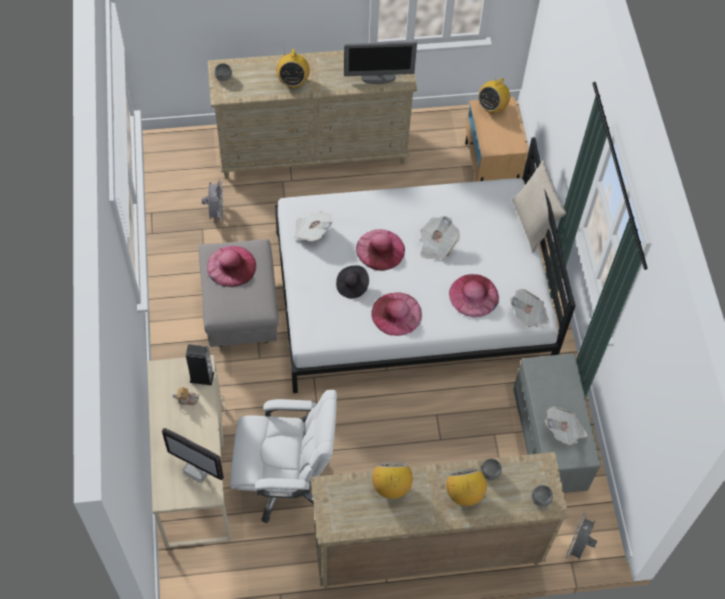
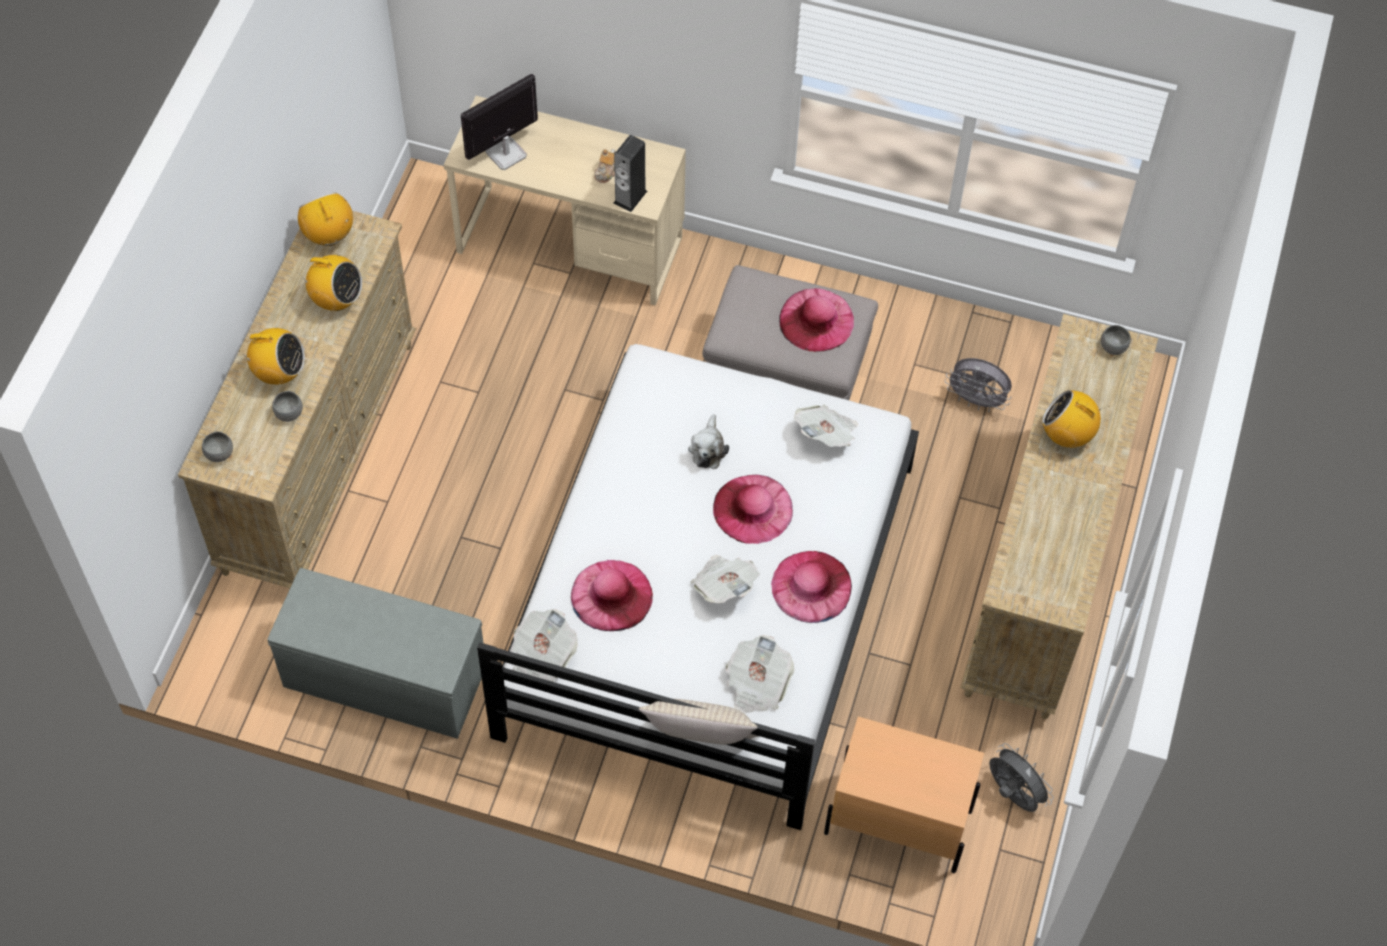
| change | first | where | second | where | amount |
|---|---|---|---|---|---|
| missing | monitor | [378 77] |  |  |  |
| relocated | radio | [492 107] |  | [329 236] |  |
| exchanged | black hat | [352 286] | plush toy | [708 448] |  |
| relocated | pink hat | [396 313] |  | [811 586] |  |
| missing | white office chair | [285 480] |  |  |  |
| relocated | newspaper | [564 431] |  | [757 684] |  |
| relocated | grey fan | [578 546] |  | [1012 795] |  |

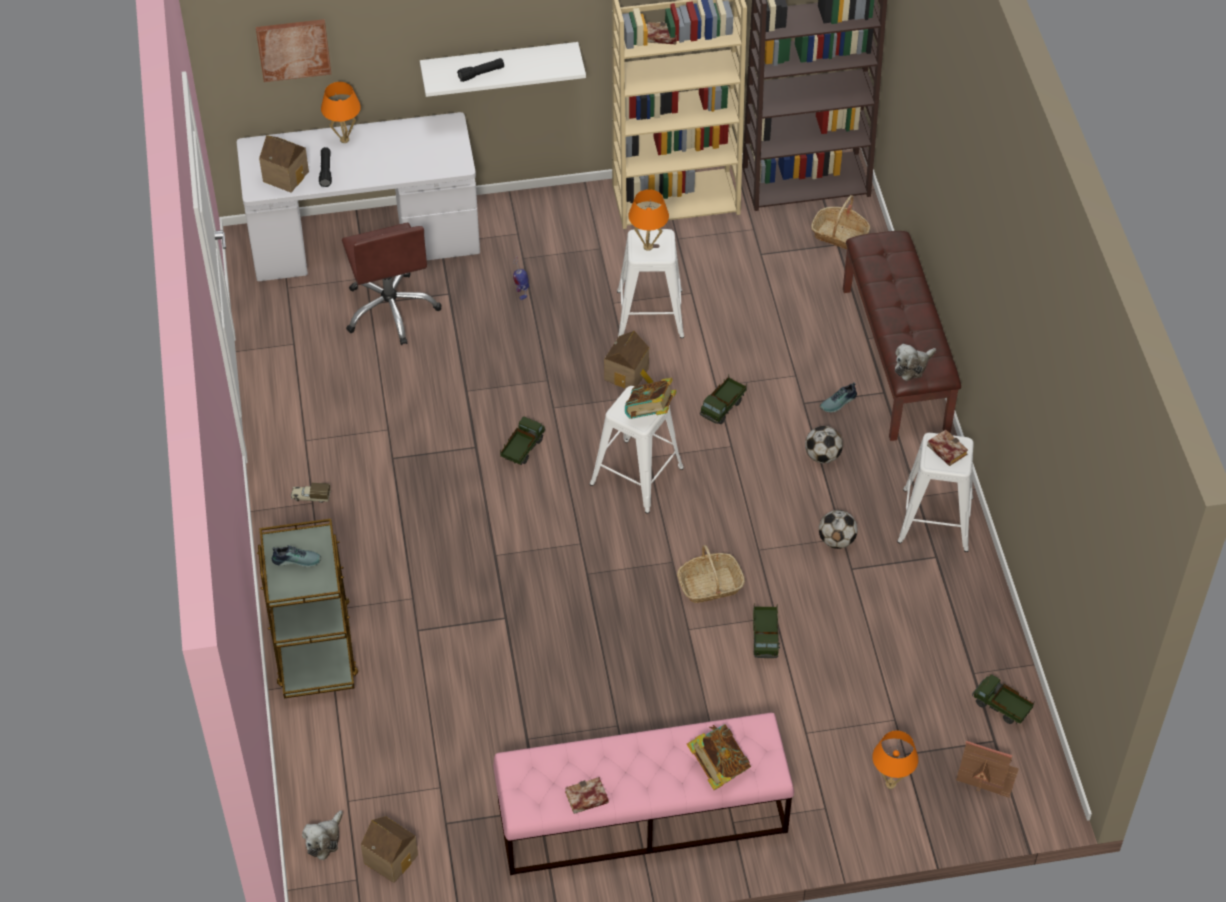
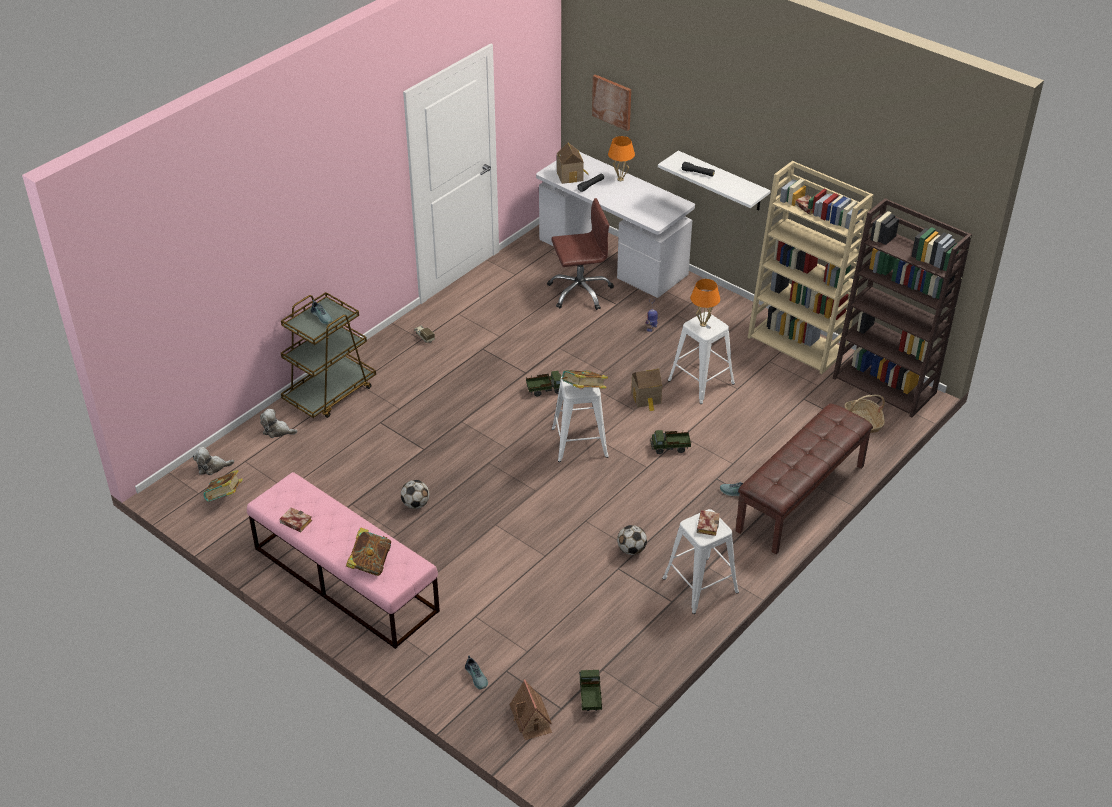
| change | first | where | second | where | amount |
|---|---|---|---|---|---|
| spun | brown office chair | [391 309] |  | [580 291] | 135 degrees counterclockwise |
| relocated | plush toy | [912 366] |  | [277 431] |  |
| relocated | football | [822 456] |  | [415 504] |  |
| missing | basket | [710 585] |  |  |  |
| missing | toy truck | [765 638] |  |  |  |
| exchanged | orange table lamp | [890 784] | shoe | [477 676] |  |
| exchanged | toy house | [392 856] | book | [225 497] |  |

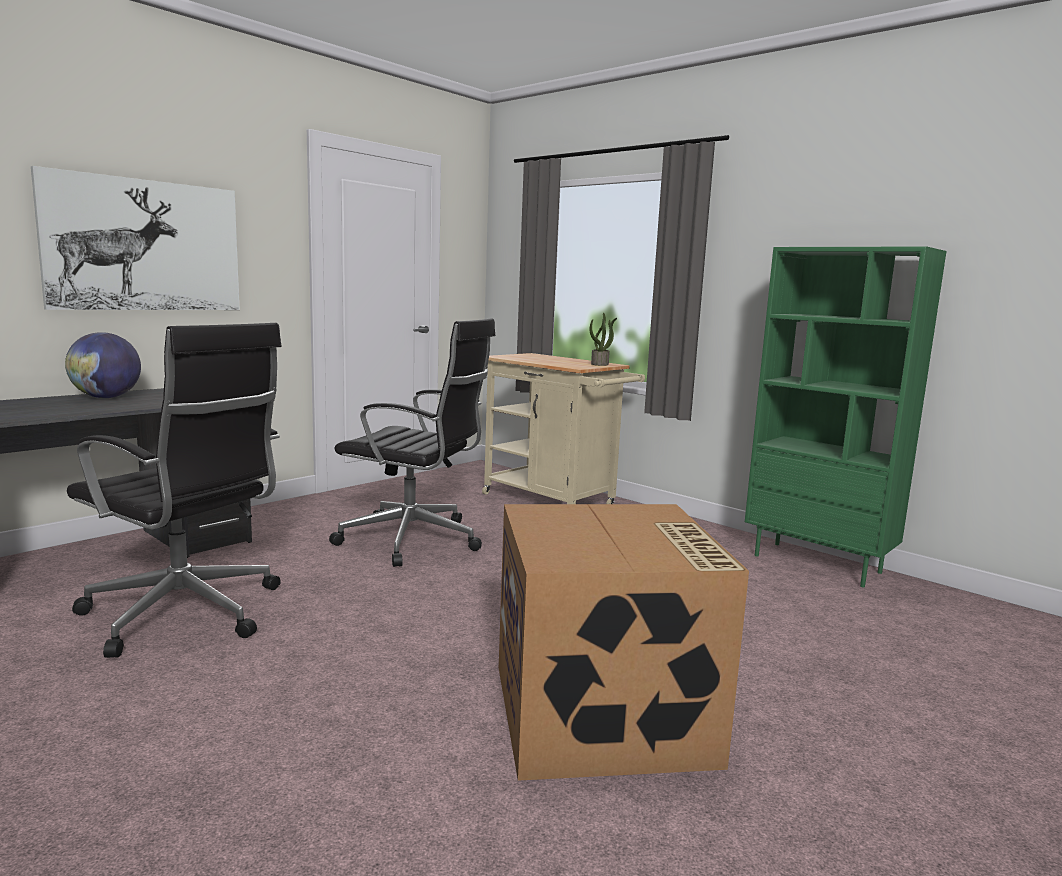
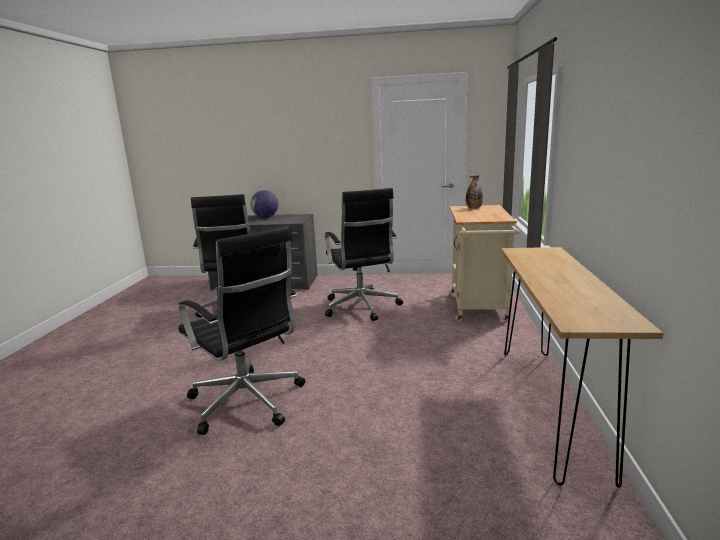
| change | first | where | second | where | amount |
|---|---|---|---|---|---|
| missing | picture | [144 245] |  |  |  |
| exchanged | green bookcase | [818 564] | brown console table | [550 405] |  |
| missing | potted plant | [600 364] |  |  |  |
| exchanged | cardboard box | [604 714] | black office chair | [248 403] |  |
| appeared |  |  | bottle | [474 208] |  |

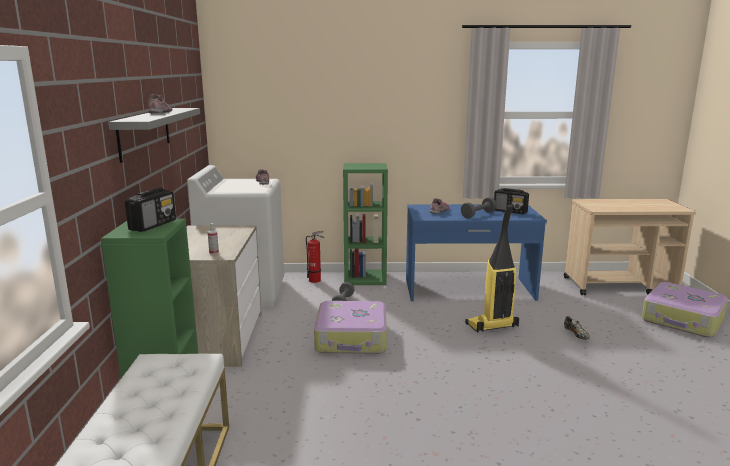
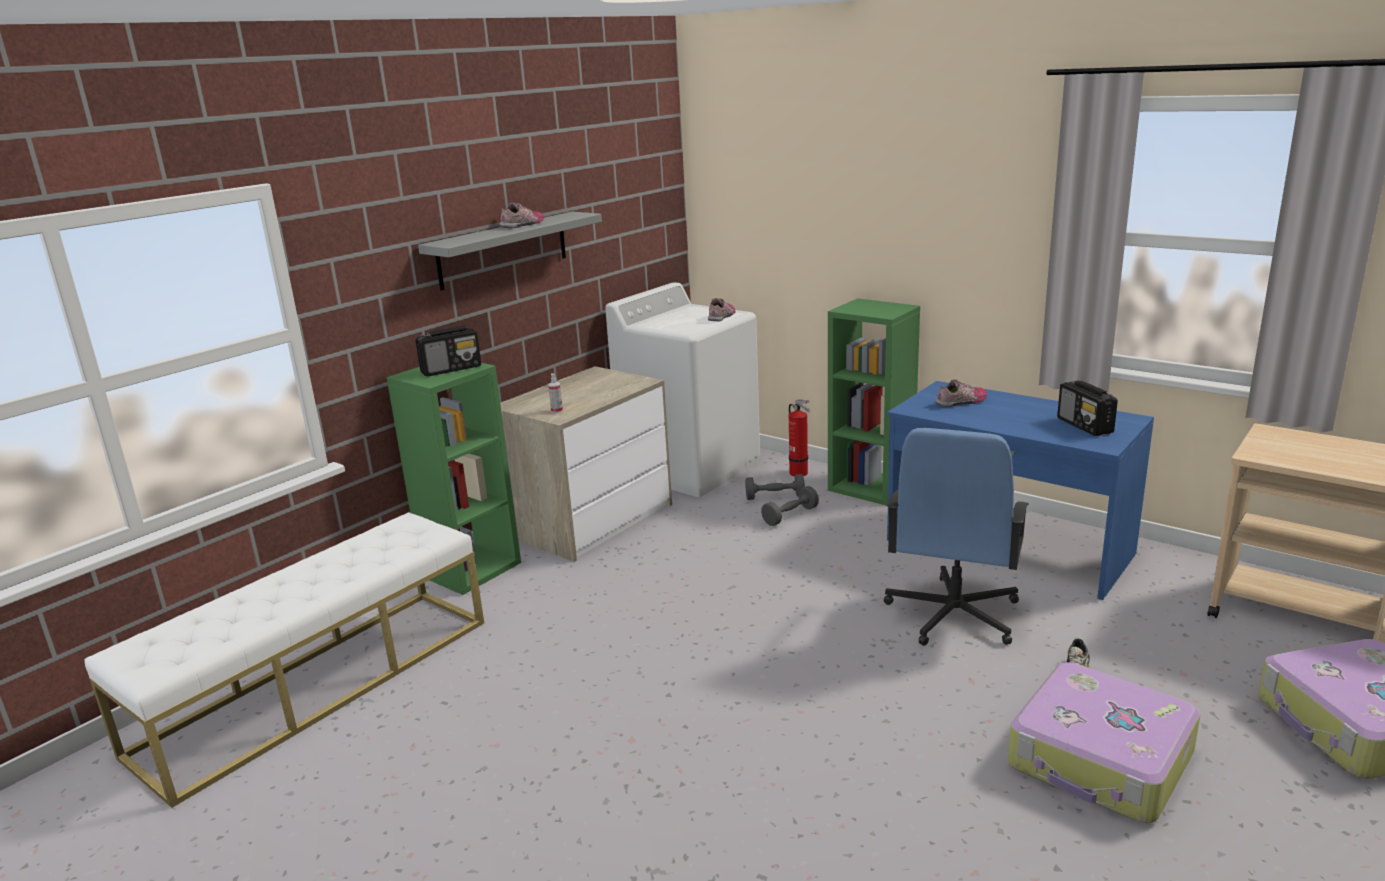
| change | first | where | second | where | amount |
|---|---|---|---|---|---|
| relocated | grey dumbbell | [478 214] |  | [775 497] |  |
| exchanged | vacuum cleaner | [492 326] | blue office chair | [952 615] |  |
| relocated | suitcase | [352 338] |  | [1101 761] |  |

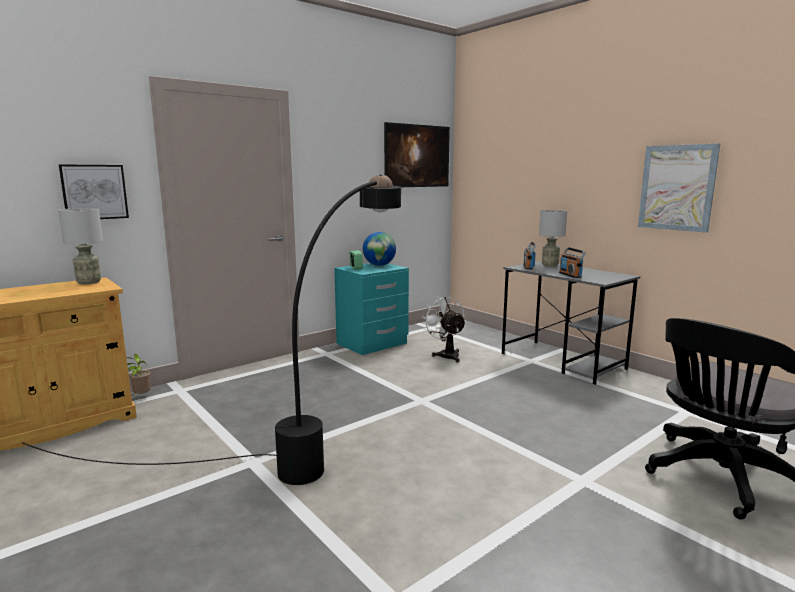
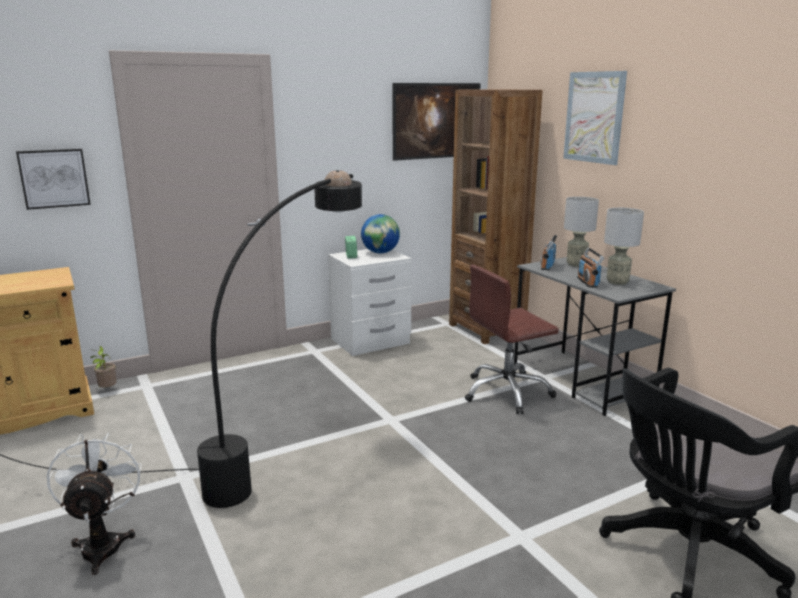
| change | first | where | second | where | amount |
|---|---|---|---|---|---|
| relocated | picture | [677 188] |  | [594 117] |  |
| relocated | grey table lamp | [88 282] |  | [616 282] |  |
| colour | turquoise nightstand | [372 344] | white nightstand | [370 342] |  |
| relocated | white fan | [446 354] |  | [103 543] |  |
| appeared |  |  | brown bookcase | [487 329] |  |
| appeared |  |  | brown office chair | [507 392] |  |

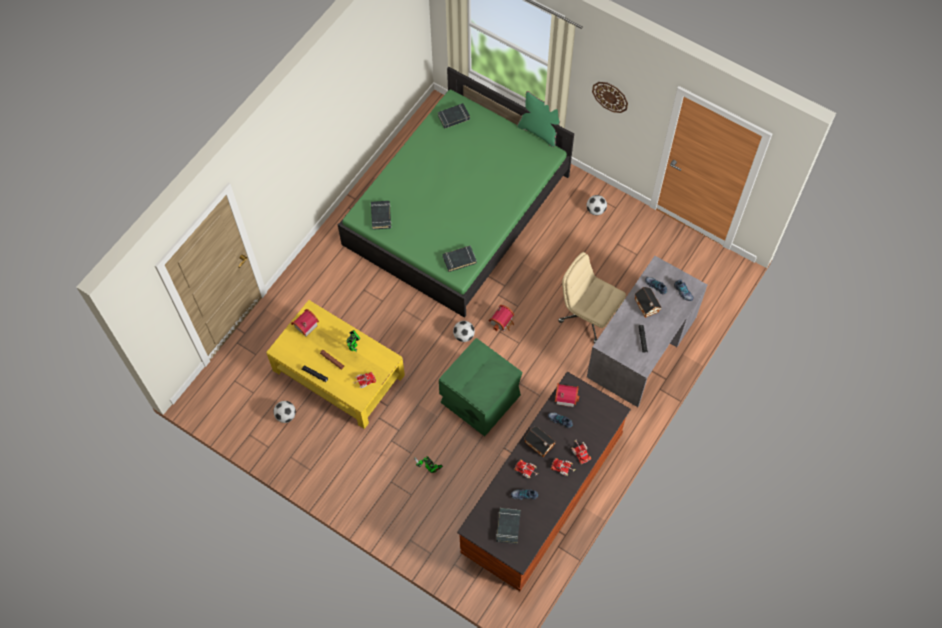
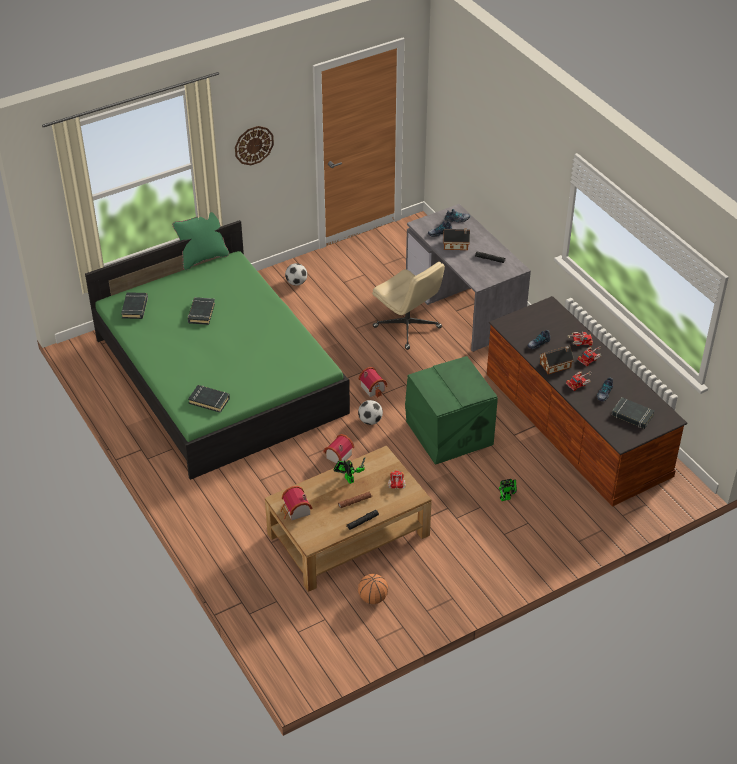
| change | first | where | second | where | amount |
|---|---|---|---|---|---|
| relocated | black book | [459 259] |  | [201 313] |  |
| spun | beige office chair | [588 316] |  | [408 328] | 105 degrees counterclockwise |
| colour | yellow coffee table | [338 372] | brown coffee table | [348 535] |  |
| relocated | toy house | [565 396] |  | [337 456] |  |
| exchanged | football | [286 415] | basketball | [373 598] |  |

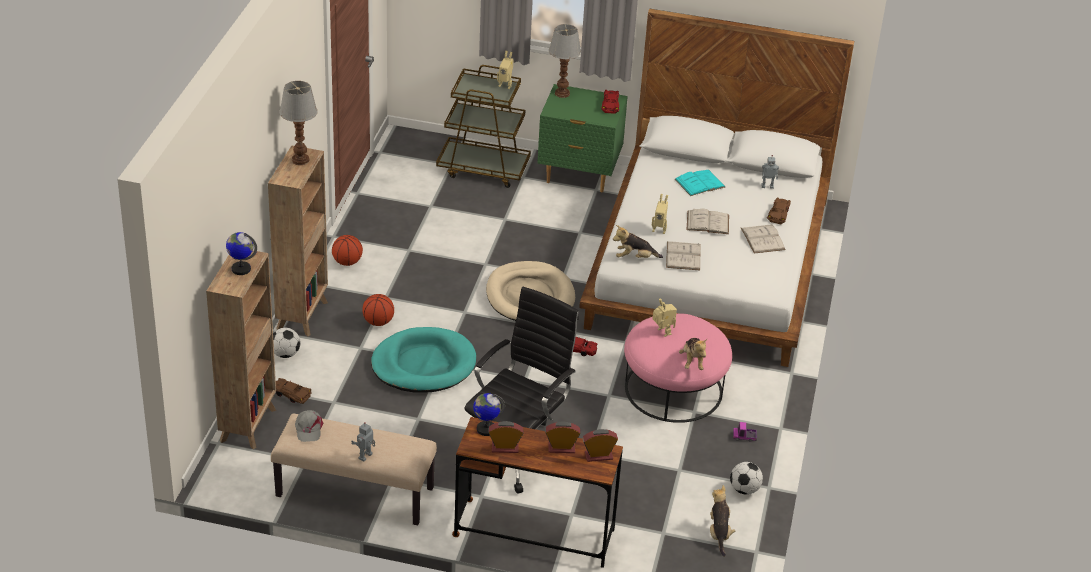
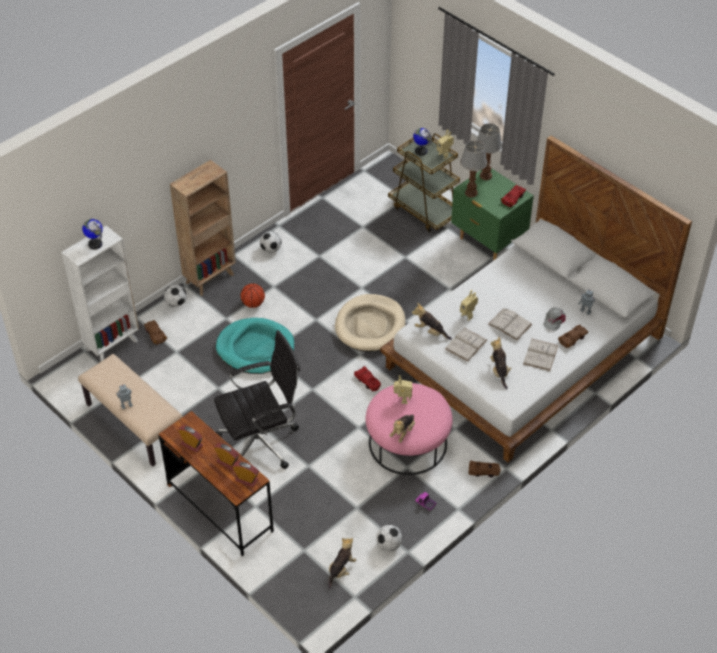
| change | first | where | second | where | amount |
|---|---|---|---|---|---|
| relocated | table lamp | [299 160] |  | [470 193] |  |
| missing | turquoise book | [699 183] |  |  |  |
| exchanged | basketball | [347 262] | football | [271 249] |  |
| colour | brown bookcase | [249 424] | white bookcase | [113 345] |  |
| relocated | globe | [486 429] |  | [420 151] |  |
| relocated | grey cap | [308 429] |  | [554 320] |  |
| appeared |  |  | plush toy | [499 371] |  |
| appeared |  |  | brown toy car | [483 471] |  |

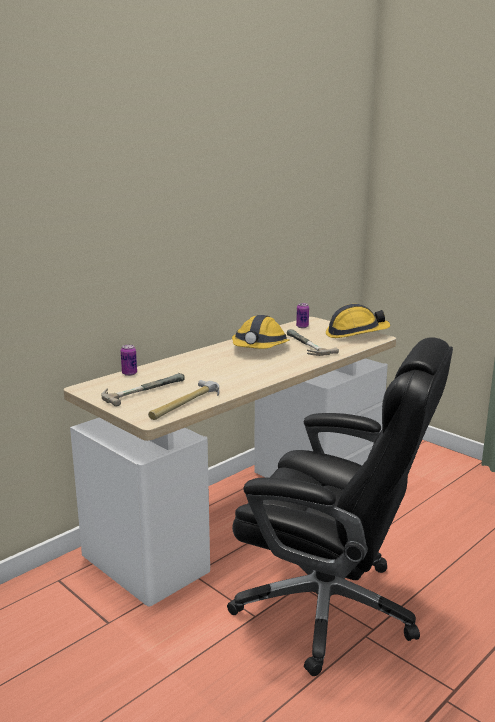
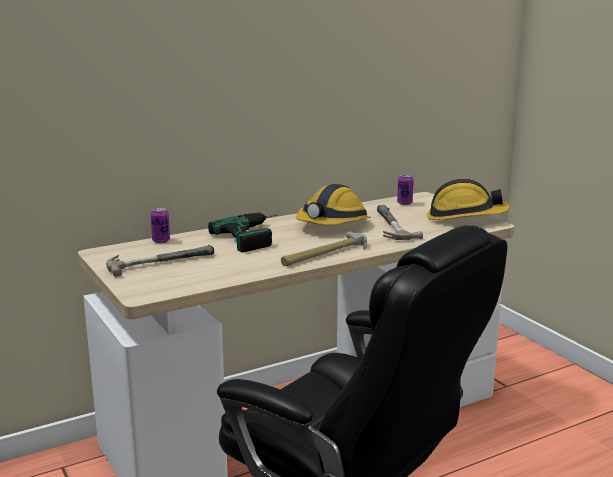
| change | first | where | second | where | amount |
|---|---|---|---|---|---|
| relocated | hammer | [184 403] |  | [325 253] |  |
| appeared |  |  | power drill | [257 235] |  |

